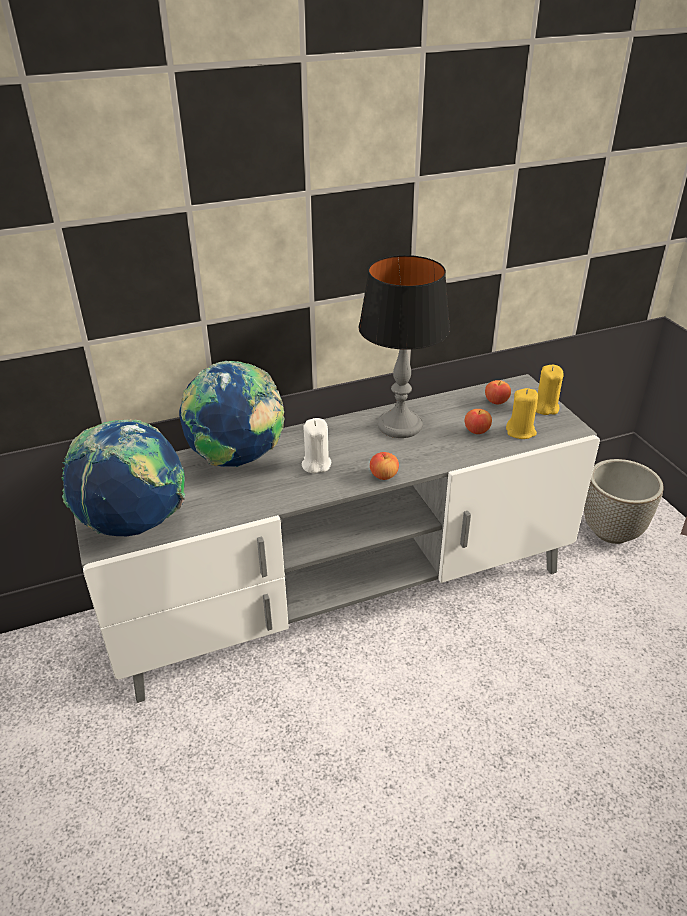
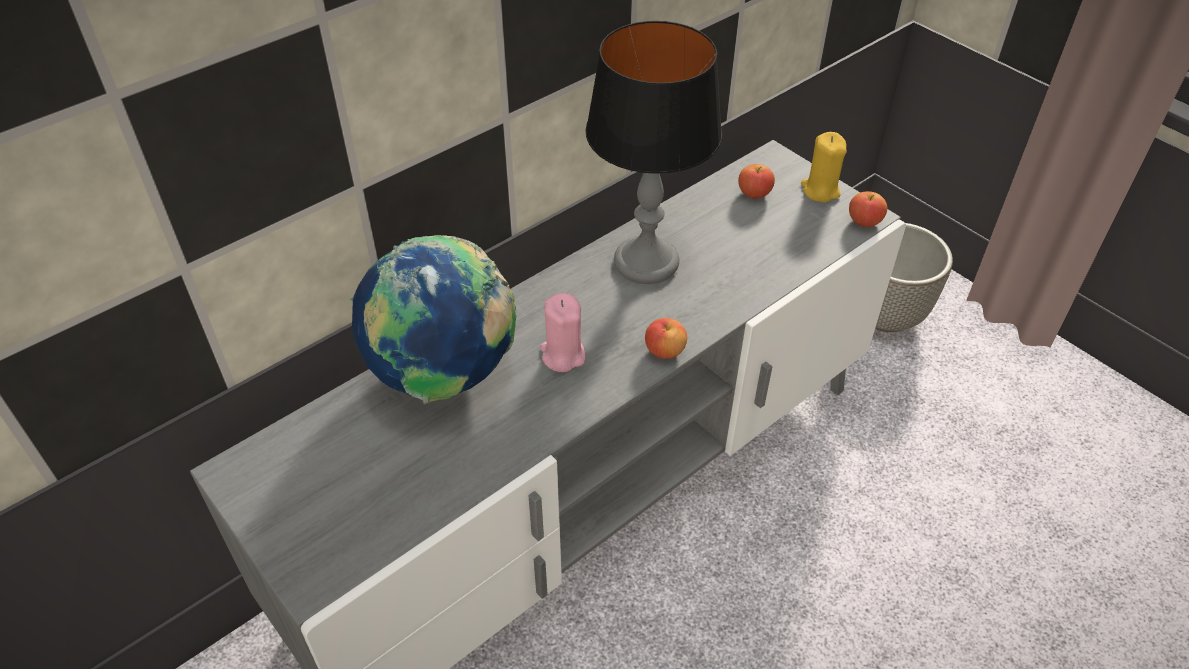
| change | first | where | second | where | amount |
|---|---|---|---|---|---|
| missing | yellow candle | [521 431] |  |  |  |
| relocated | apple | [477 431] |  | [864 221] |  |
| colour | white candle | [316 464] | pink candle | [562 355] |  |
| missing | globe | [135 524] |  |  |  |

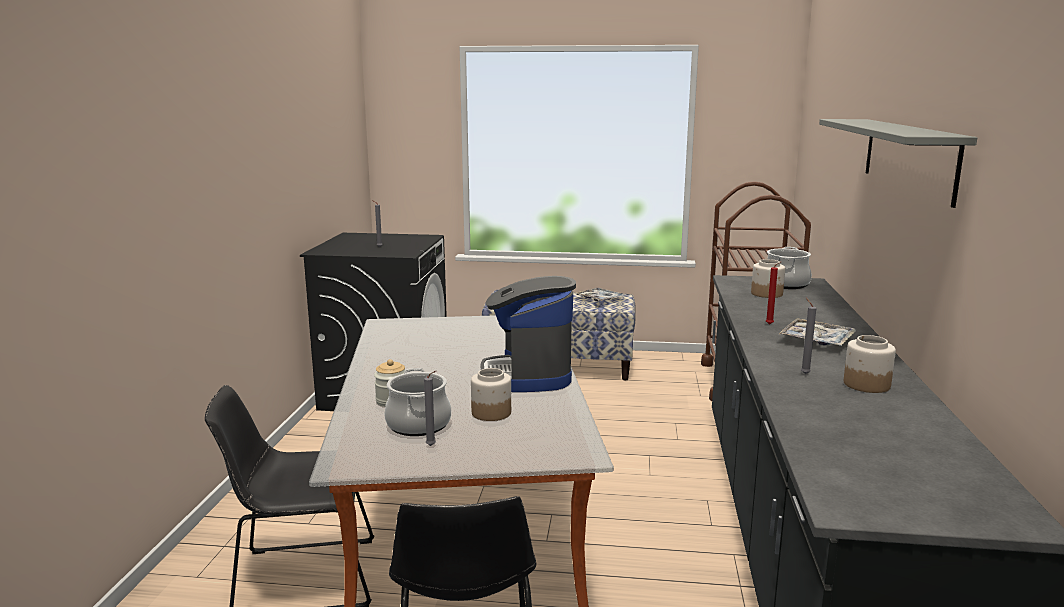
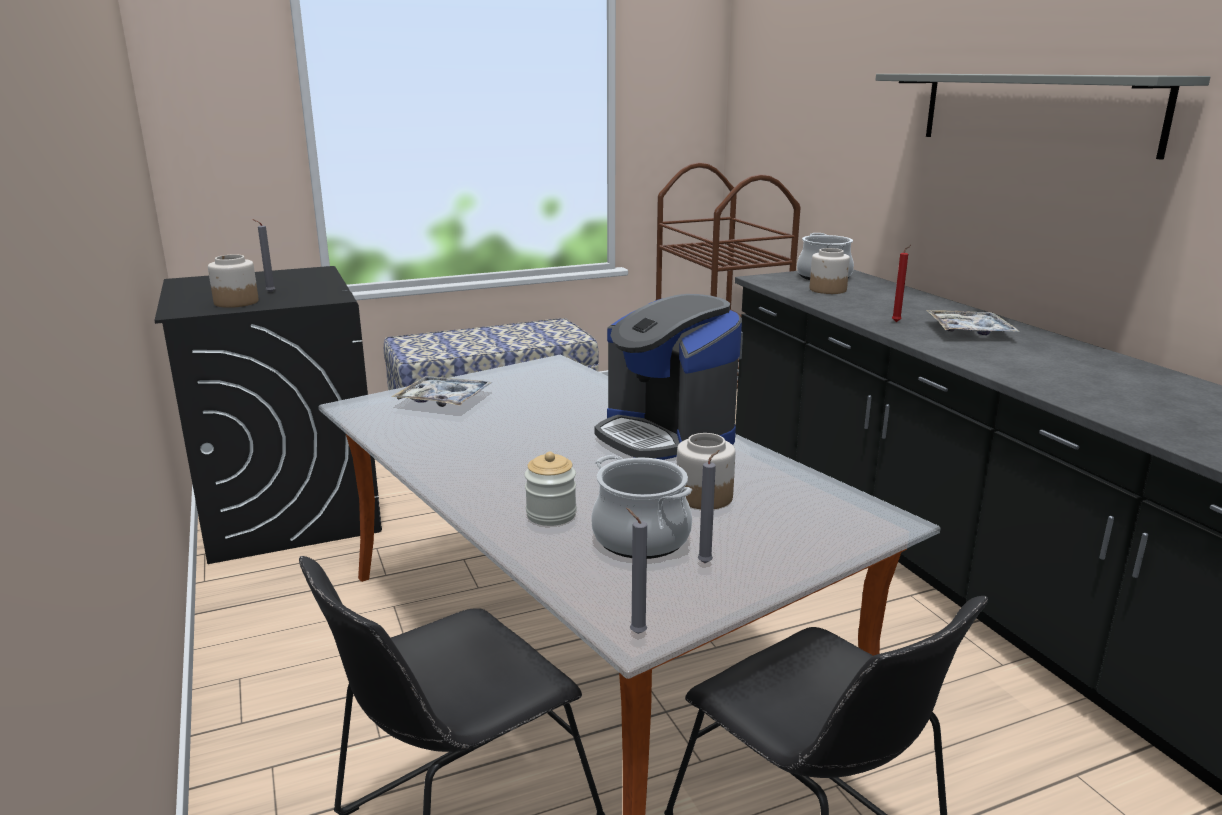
| change | first | where | second | where | amount |
|---|---|---|---|---|---|
| relocated | tray | [600 299] |  | [443 400] |  |
| relocated | grey candle | [804 373] |  | [635 632] |  |
| relocated | jar | [866 384] |  | [236 302] |  |

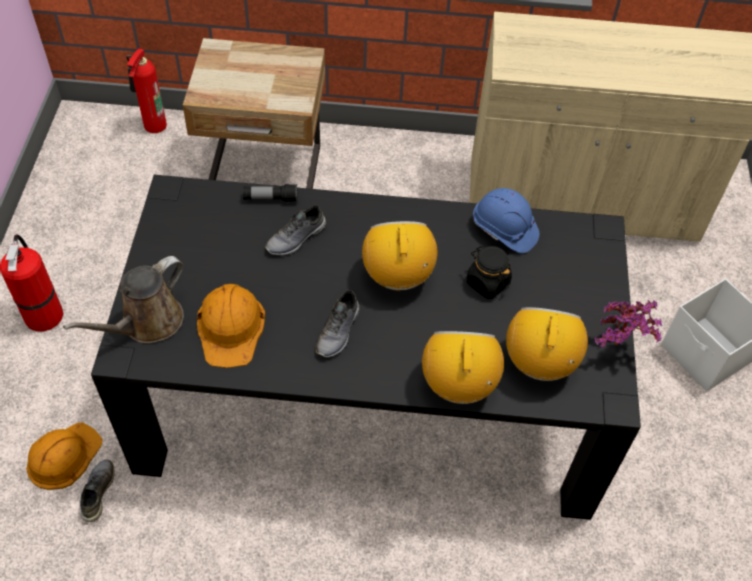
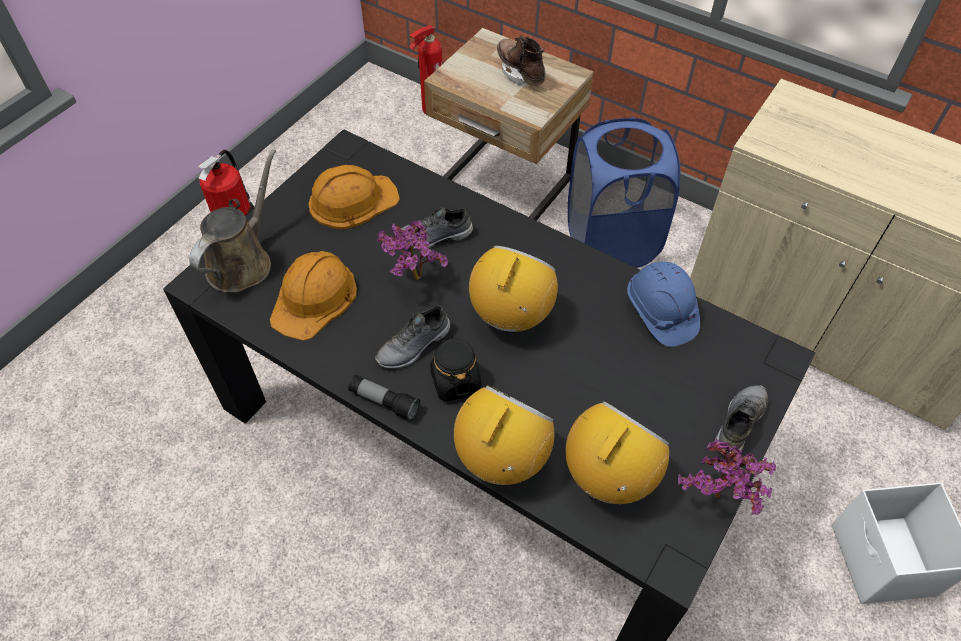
| change | first | where | second | where | amount |
|---|---|---|---|---|---|
| relocated | flashlight | [270 198] |  | [384 402] |  |
| relocated | black jar | [487 283] |  | [455 382] |  |
| spun | brown watering can | [147 323] |  | [243 262] | 135 degrees clockwise |
| relocated | orange hard hat | [63 456] |  | [352 200] |  |
| relocated | grey shoe | [97 492] |  | [738 422] |  |
| appeared |  |  | brown boot | [520 73] |  |
| appeared |  |  | blue laundry basket | [611 242] |  |
| appeared |  |  | potted plant | [413 281] |  |

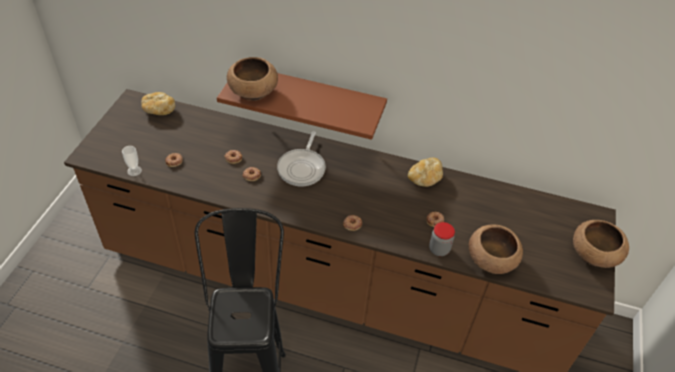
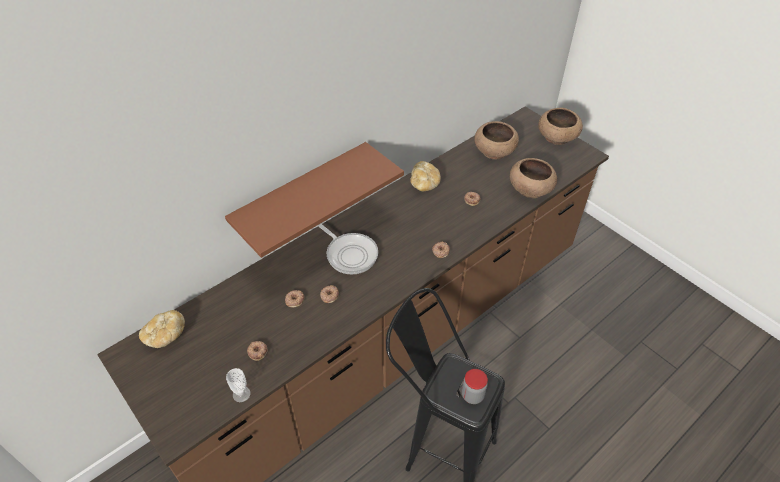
| change | first | where | second | where | amount |
|---|---|---|---|---|---|
| relocated | brown bowl | [253 92] |  | [494 151] |  |
| relocated | jar | [439 249] |  | [472 395] |  |

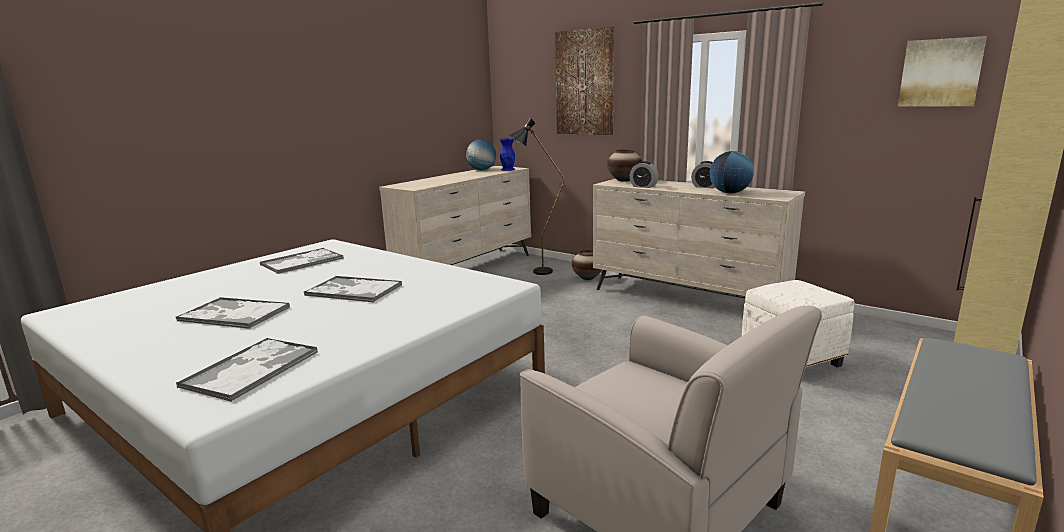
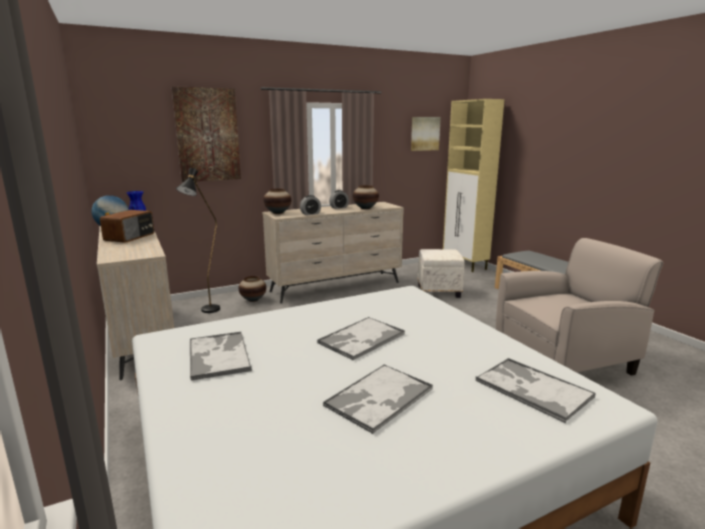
| change | first | where | second | where | amount |
|---|---|---|---|---|---|
| exchanged | globe | [730 193] | vase | [365 208] |  |
| appeared |  |  | radio | [130 237] |  |

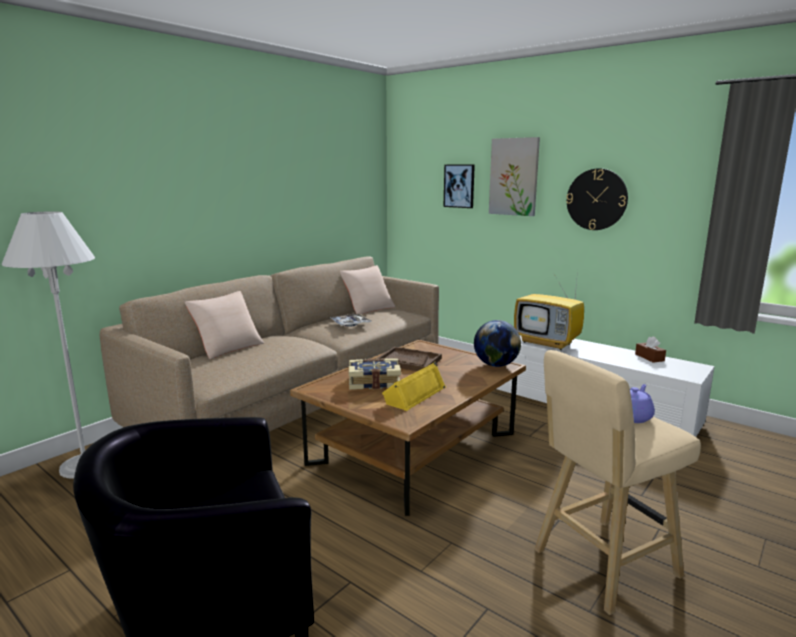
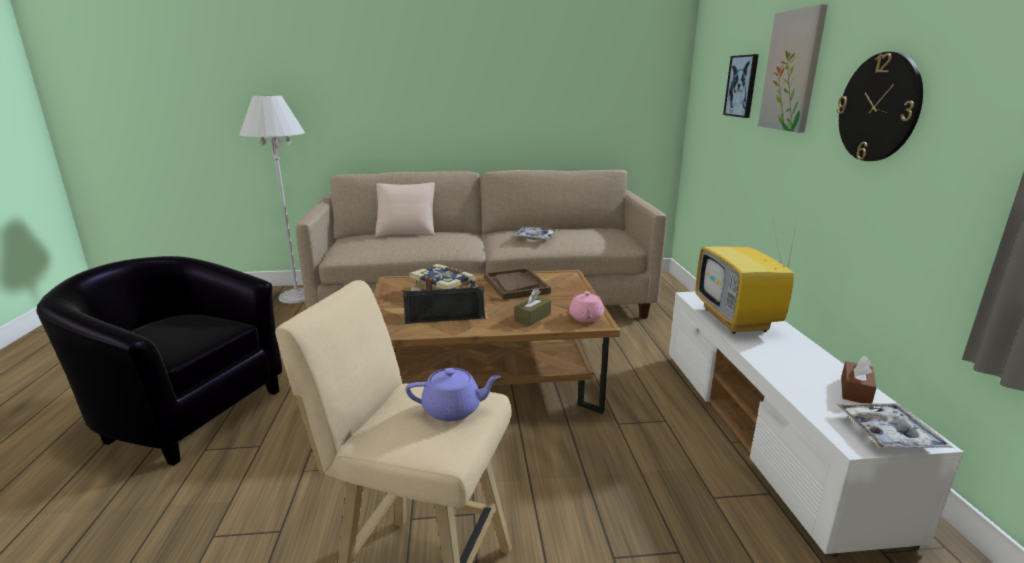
| change | first | where | second | where | amount |
|---|---|---|---|---|---|
| missing | beige pillow | [368 309] |  |  |  |
| exchanged | globe | [496 365] | pink teapot | [585 318] |  |
| colour | yellow speaker | [414 394] | black speaker | [444 314] |  |
| appeared |  |  | brown tissue box | [532 317] |  |
| appeared |  |  | tray | [888 433] |  |

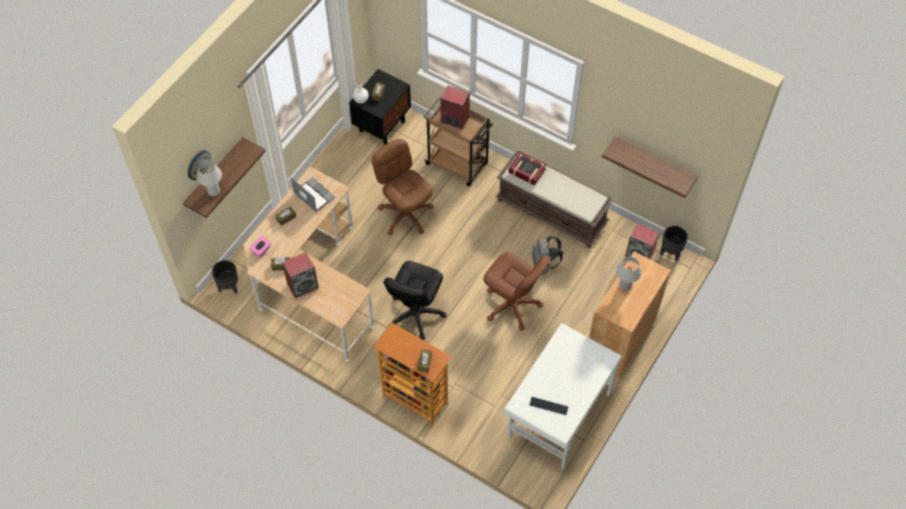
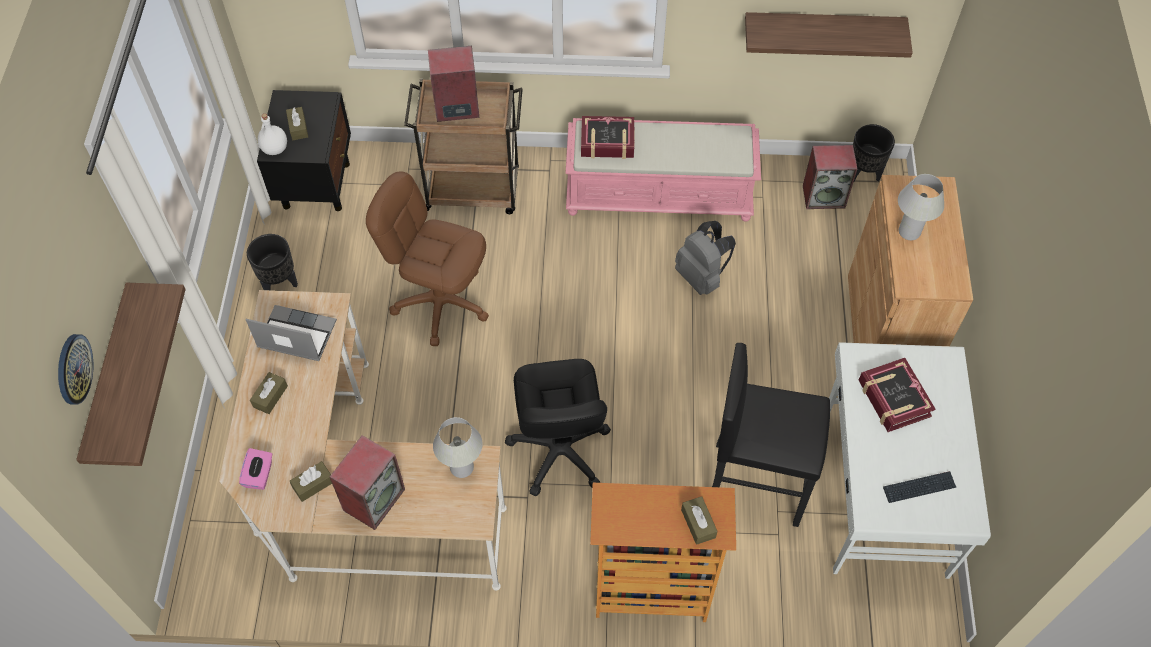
| change | first | where | second | where | amount |
|---|---|---|---|---|---|
| colour | brown bench | [552 212] | pink bench | [660 194] |  |
| relocated | white table lamp | [213 191] |  | [462 467] |  |
| missing | brown office chair | [512 305] |  |  |  |
| relocated | black planter | [229 287] |  | [280 283] |  |
| appeared |  |  | black stool | [756 482] |  |
| appeared |  |  | book | [893 398] |  |

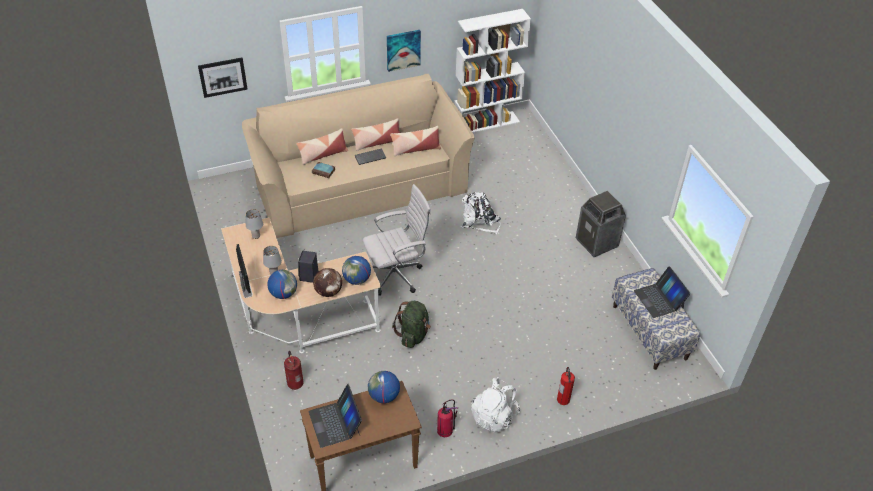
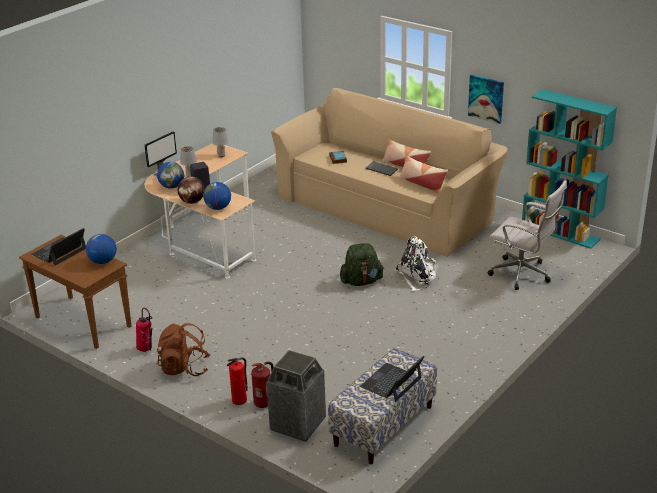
| change | first | where | second | where | amount |
|---|---|---|---|---|---|
| colour | white bookcase | [486 123] | turquoise bookcase | [561 232] |  |
| missing | picture | [223 77] |  |  |  |
| missing | pillow | [323 155] |  |  |  |
| relocated | white office chair | [397 275] |  | [523 274] |  |
| relocated | trash can | [597 243] |  | [298 424] |  |
| relocated | green backpack | [413 334] |  | [361 281] |  |
| relocated | fire extinguisher | [295 383] |  | [264 403] |  |
| colour | white backpack | [494 416] | brown backpack | [184 368] |  |

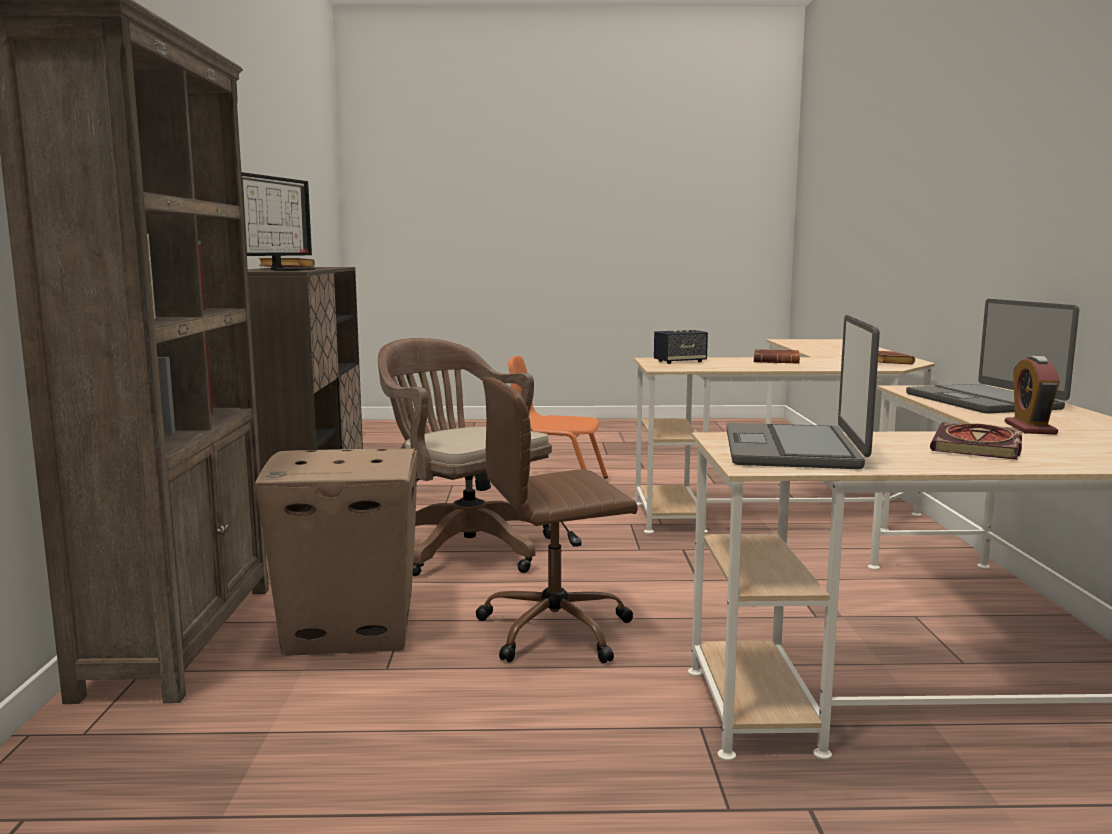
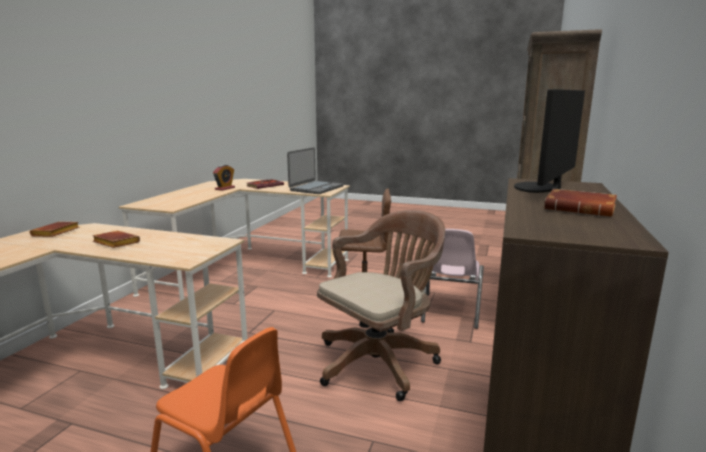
| change | first | where | second | where | amount |
|---|---|---|---|---|---|
| missing | laptop | [984 401] |  |  |  |
| missing | speaker | [680 361] |  |  |  |
| spun | brown office chair | [463 547] |  | [381 361] | 105 degrees counterclockwise |
| exchanged | cardboard box | [352 628] | pink chair | [450 310] |  |

